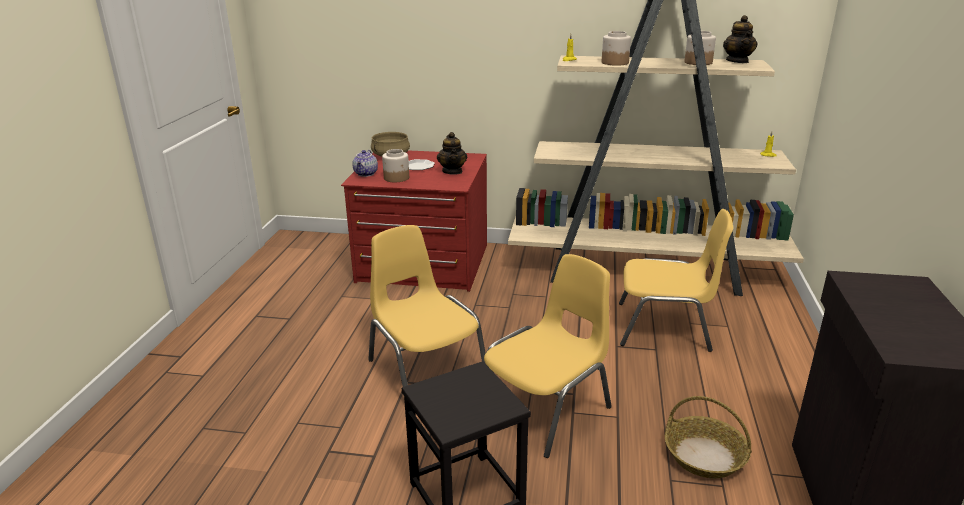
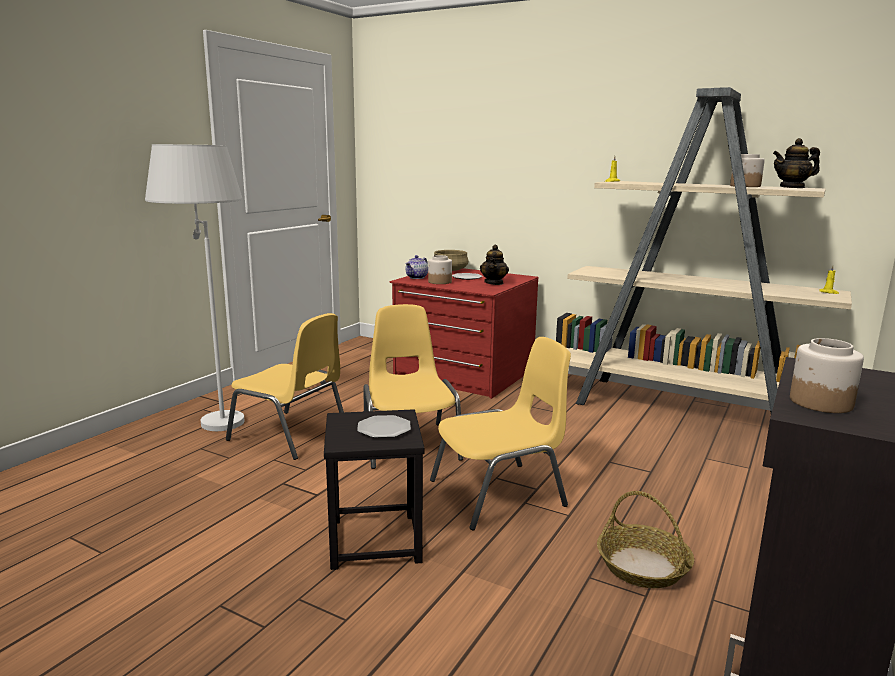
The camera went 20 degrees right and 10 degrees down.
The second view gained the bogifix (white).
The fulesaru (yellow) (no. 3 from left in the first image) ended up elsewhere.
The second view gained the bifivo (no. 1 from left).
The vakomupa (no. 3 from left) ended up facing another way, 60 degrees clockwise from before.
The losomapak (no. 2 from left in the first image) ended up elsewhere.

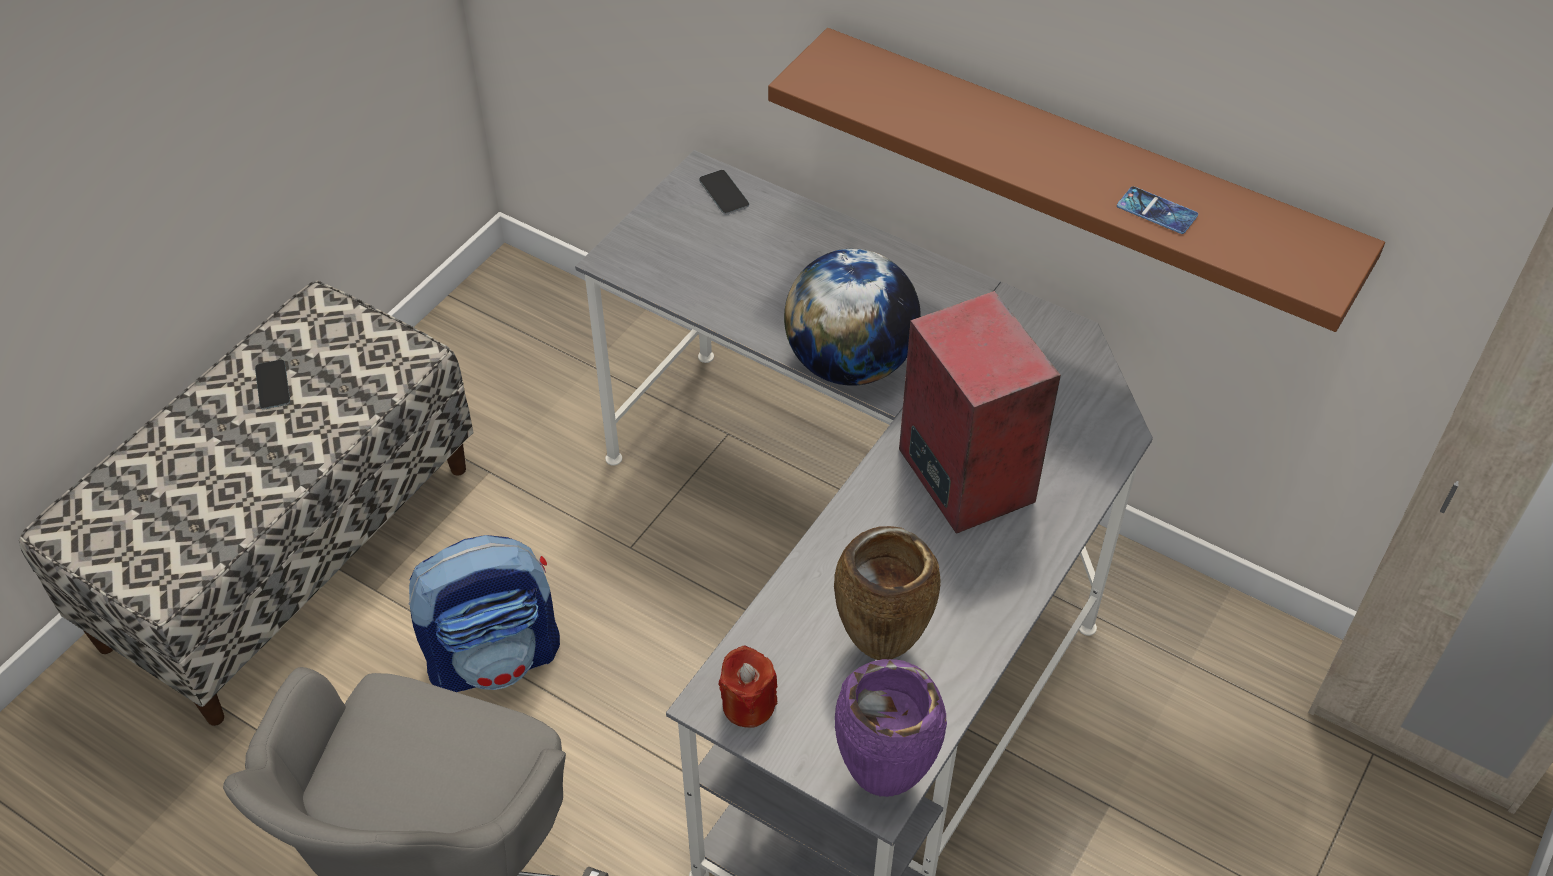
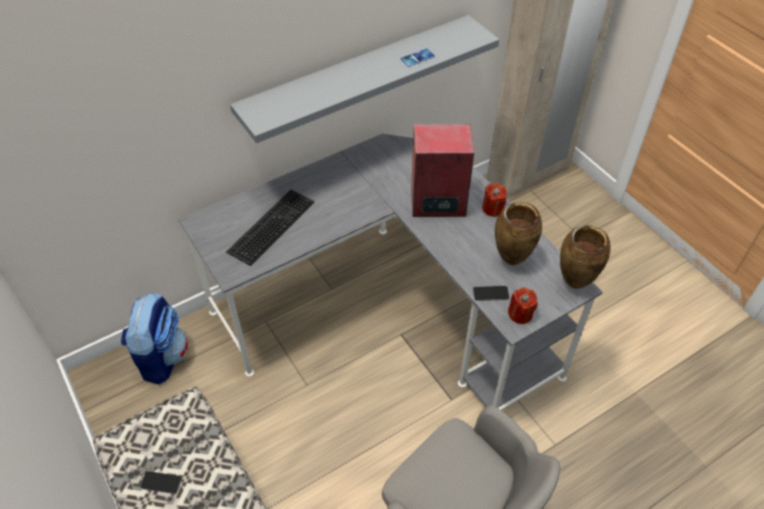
The camera went 65 degrees left and 0 degrees up.
The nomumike ended up elsewhere.
The second view gained the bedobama.
What was the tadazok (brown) turned into the tadazok (grey).
The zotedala (no. 2 from left in the first image) ended up elsewhere.
The second view gained the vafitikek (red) (no. 1 from left).
What was the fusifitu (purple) turned into the fusifitu (brown) (no. 2 from left).
The second view lost the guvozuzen.

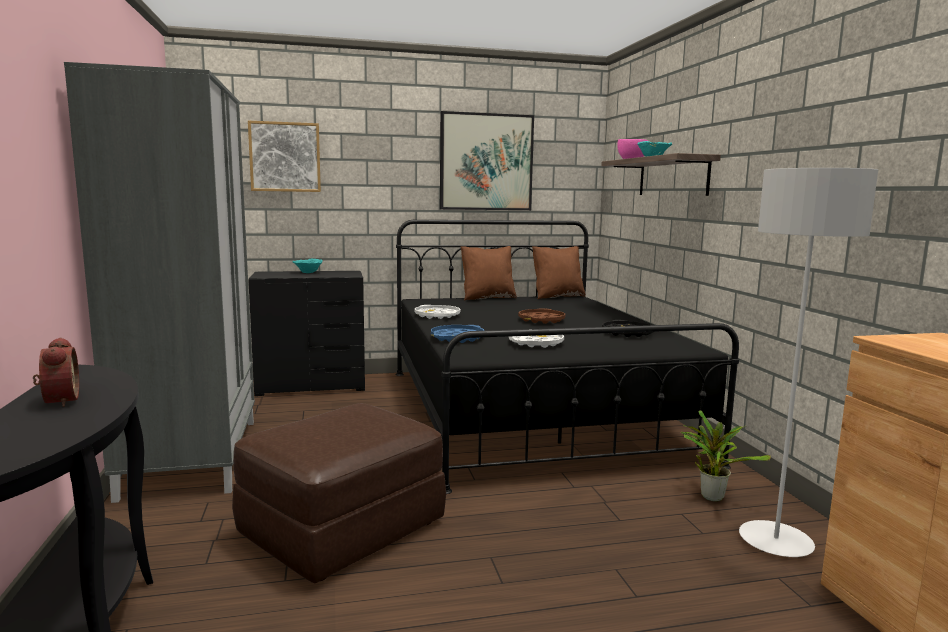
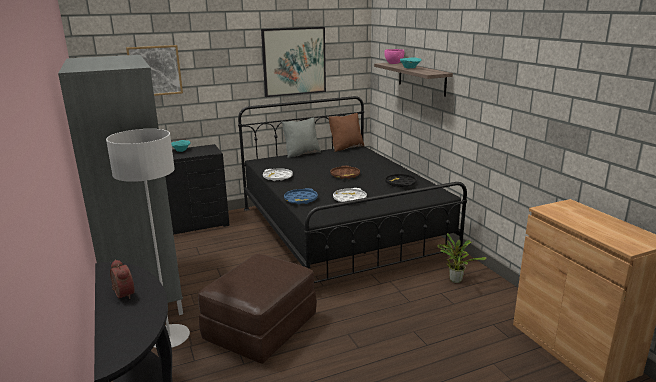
The camera went 10 degrees left and 10 degrees up.
The bogifix (grey) ended up elsewhere.
What was the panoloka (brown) (no. 1 from left) turned into the panoloka (grey).

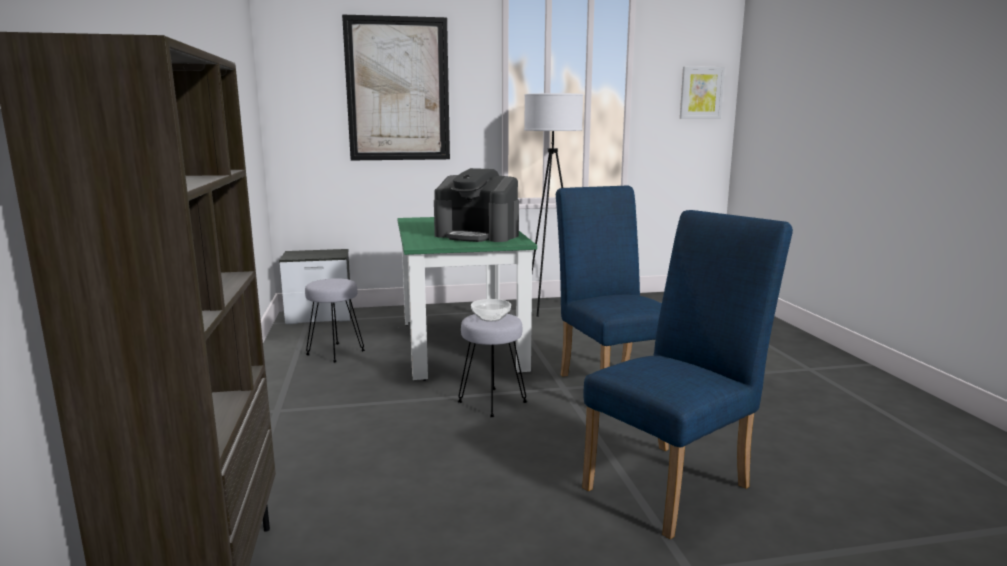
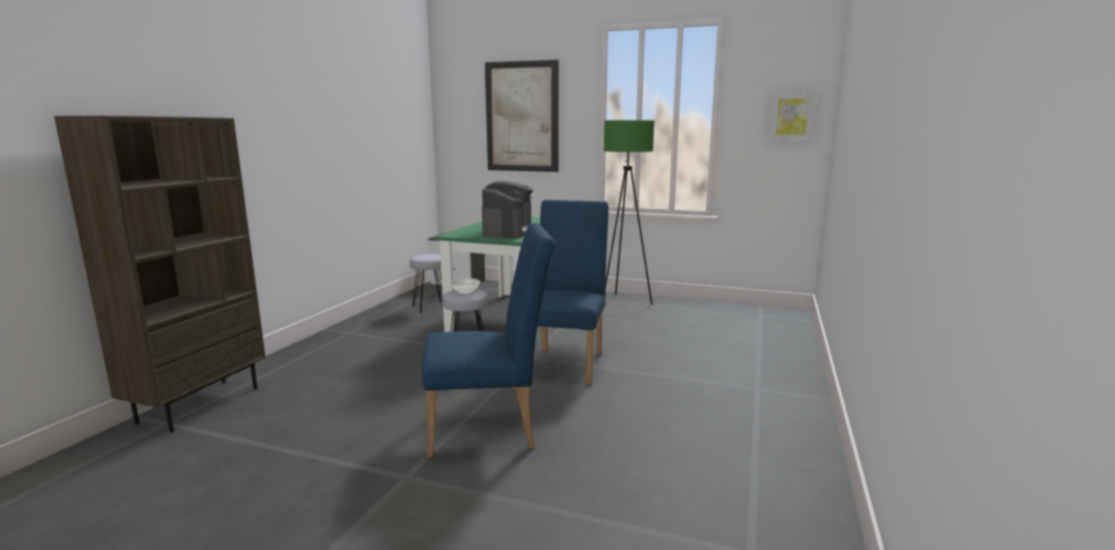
The camera went 30 degrees right and 0 degrees up.
The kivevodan ended up facing another way, 135 degrees counterclockwise from before.
What was the bogifix (white) turned into the bogifix (green).

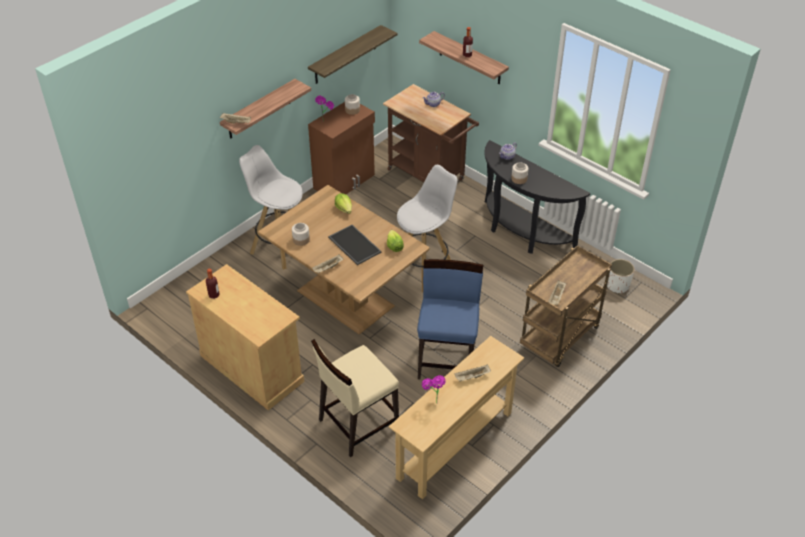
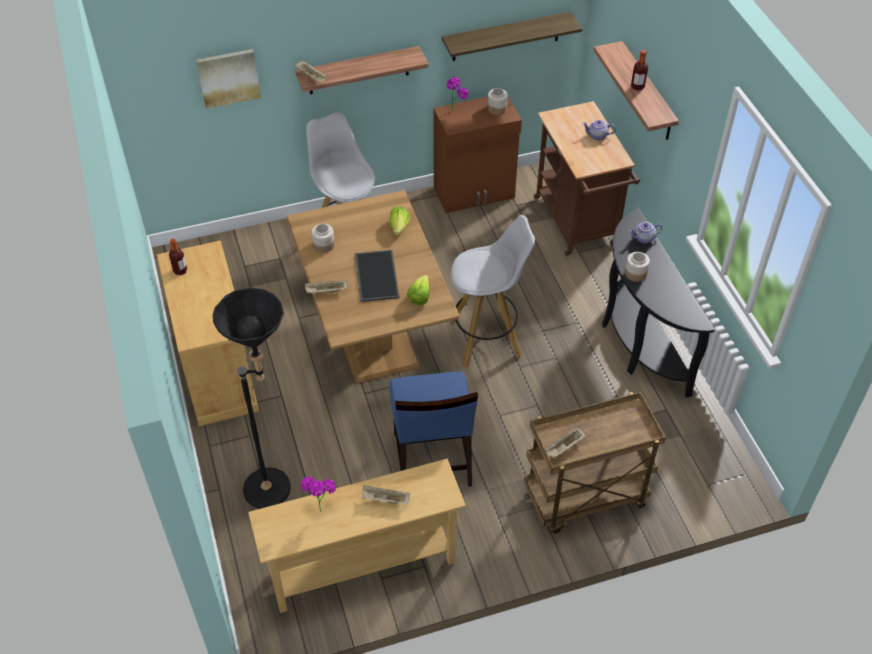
The camera went 30 degrees right and 5 degrees up.
The second view gained the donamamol.
Where the fulesaru (beige) stood, the bogifix (black) came to stand.
The fulesaru (blue) ended up facing another way, 135 degrees clockwise from before.
The second view lost the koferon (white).

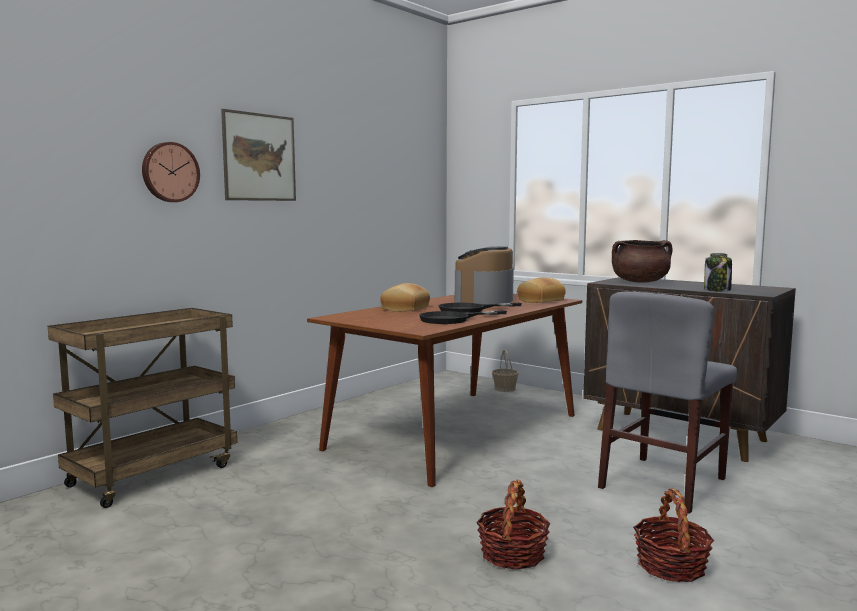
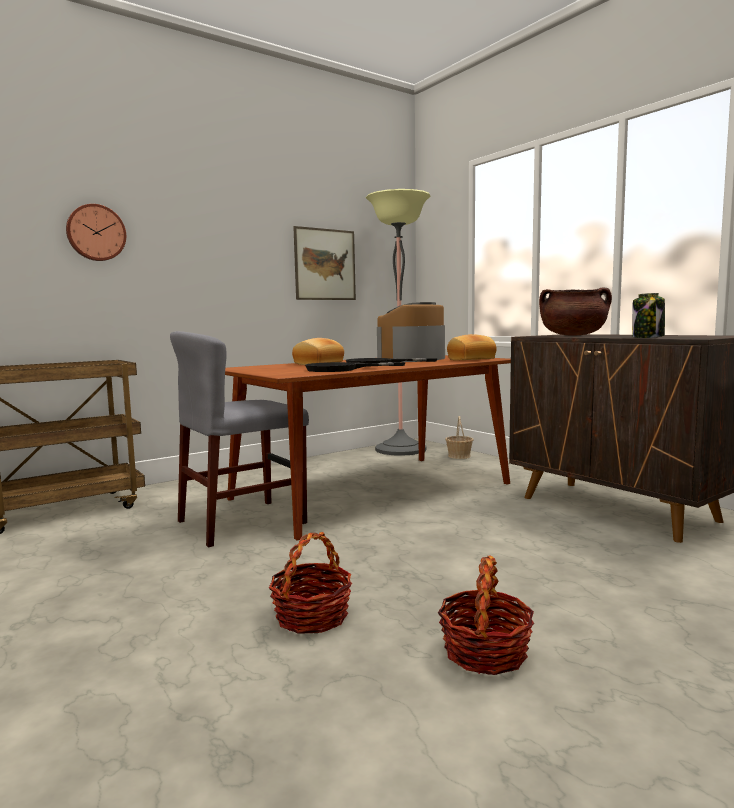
The camera went 15 degrees right and 0 degrees up.
The fulesaru (grey) ended up elsewhere.
The donamamol ended up elsewhere.
The second view gained the bogifix.

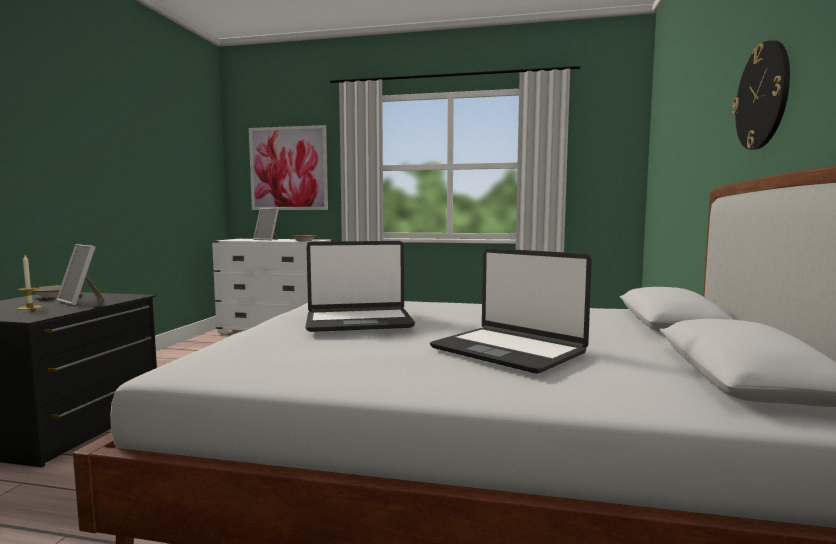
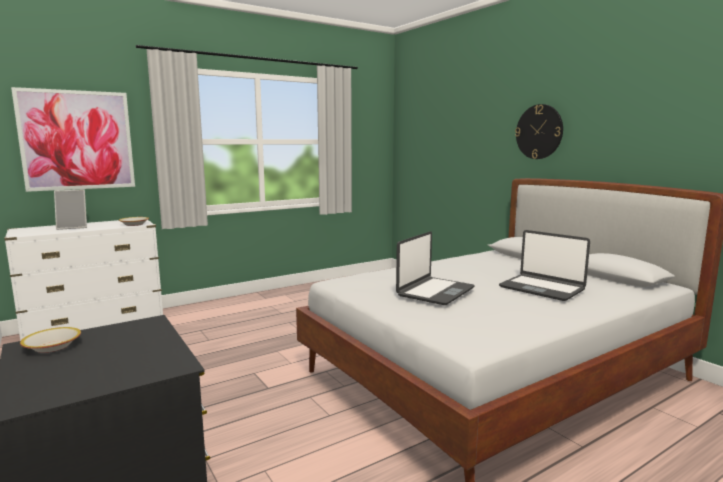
The camera went 45 degrees left and 5 degrees up.
The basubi (no. 2 from left) ended up facing another way, 45 degrees clockwise from before.
The second view lost the vafitikek.
The second view lost the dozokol (no. 1 from left).

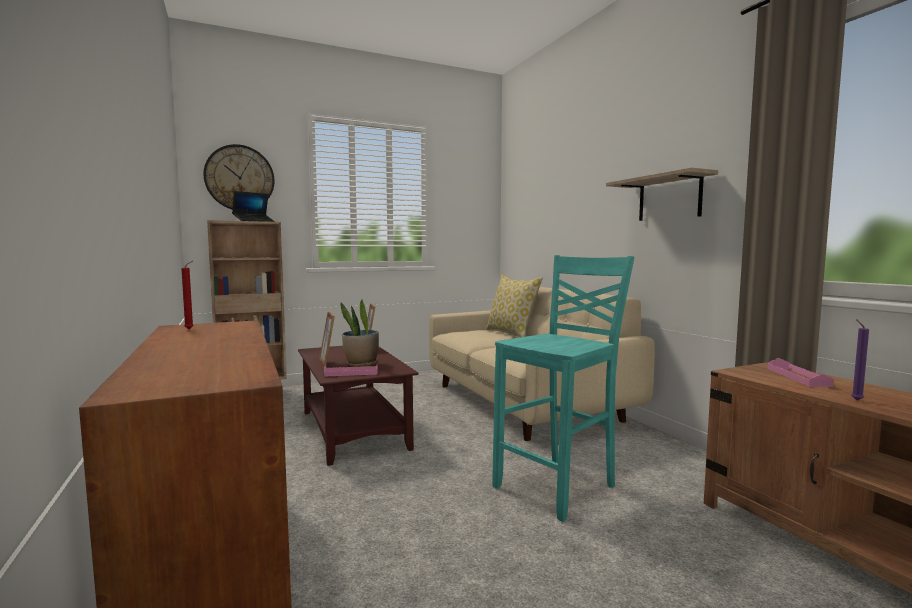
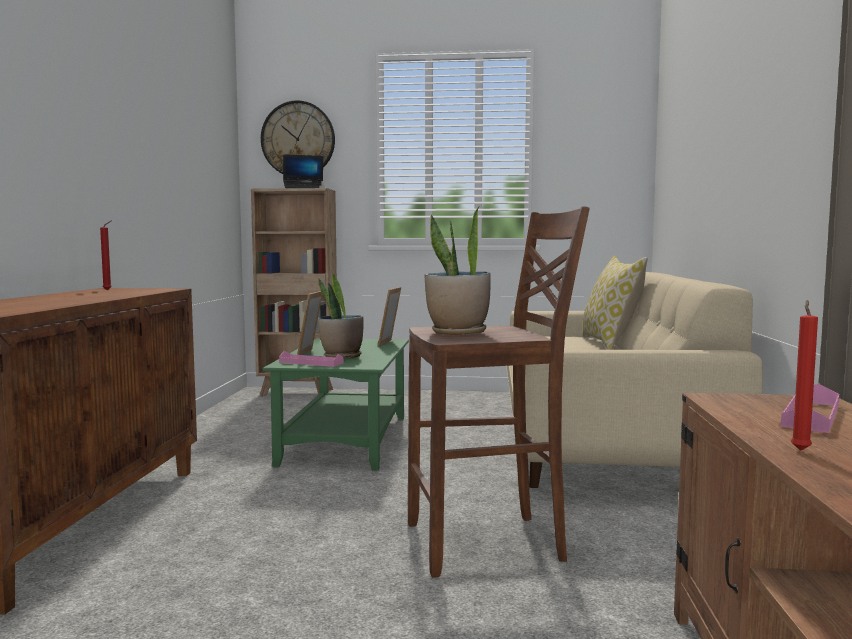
The camera went 30 degrees right and 0 degrees up.
What was the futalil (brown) turned into the futalil (green).
What was the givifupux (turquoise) turned into the givifupux (brown).
The second view gained the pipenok (no. 2 from left).
What was the vafitikek (purple) turned into the vafitikek (red) (no. 2 from left).
The second view lost the tadazok.

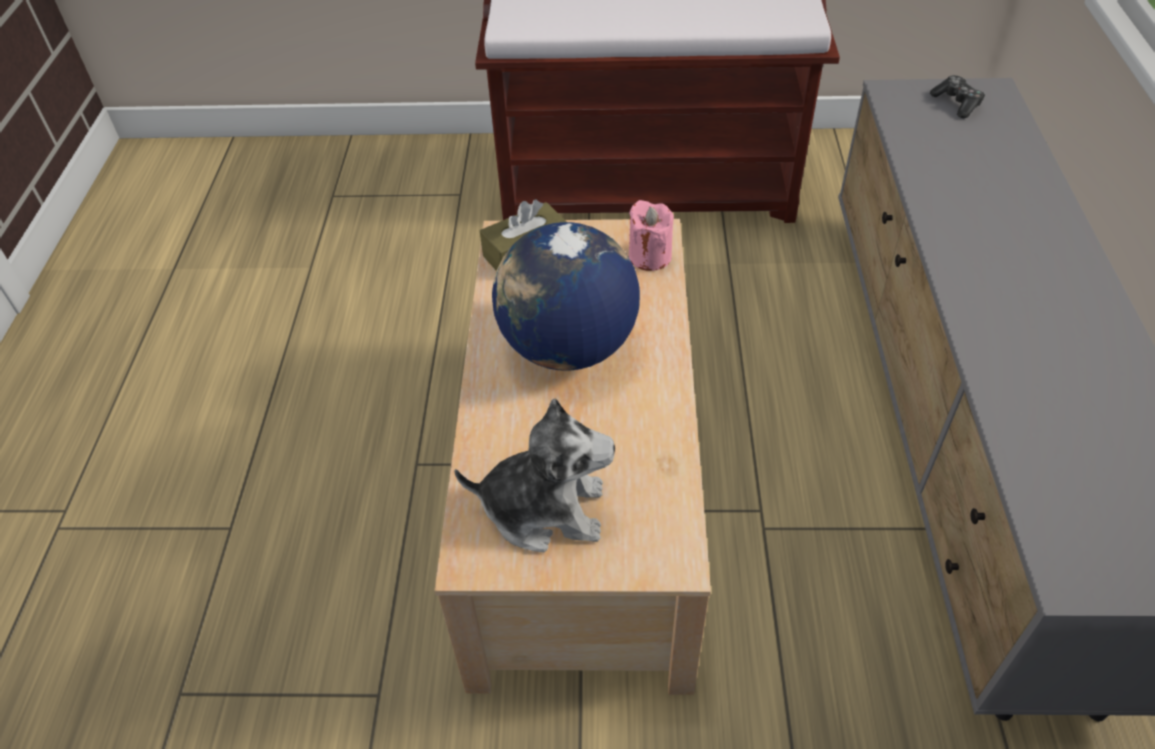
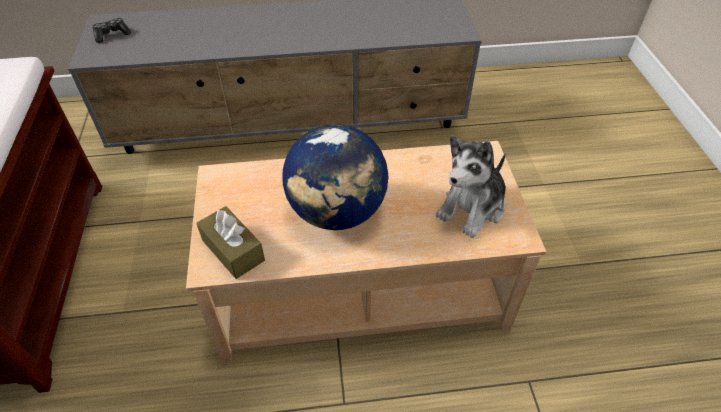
The camera went 100 degrees left and 0 degrees up.
The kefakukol ended up facing another way, 135 degrees counterclockwise from before.
The second view lost the vafitikek (pink).

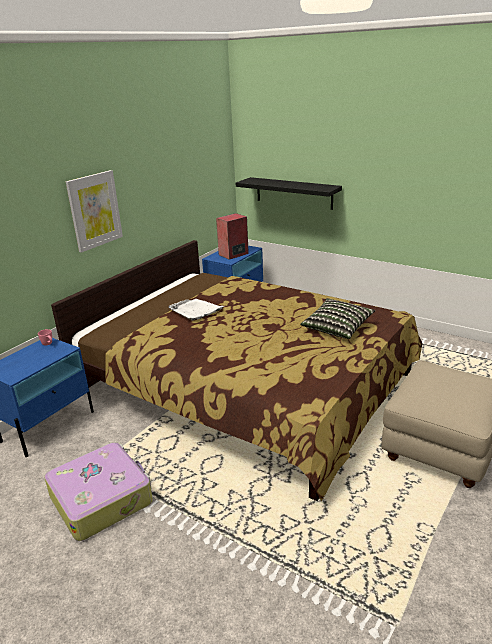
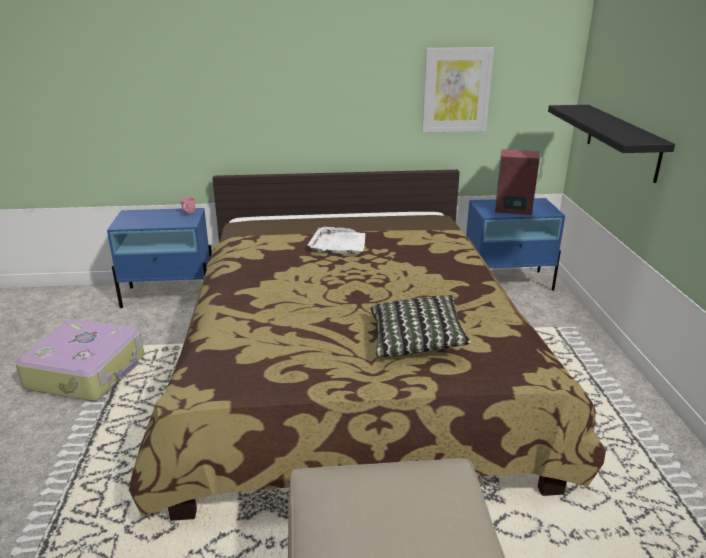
The camera went 50 degrees right and 0 degrees up.
The donamamol ended up elsewhere.

